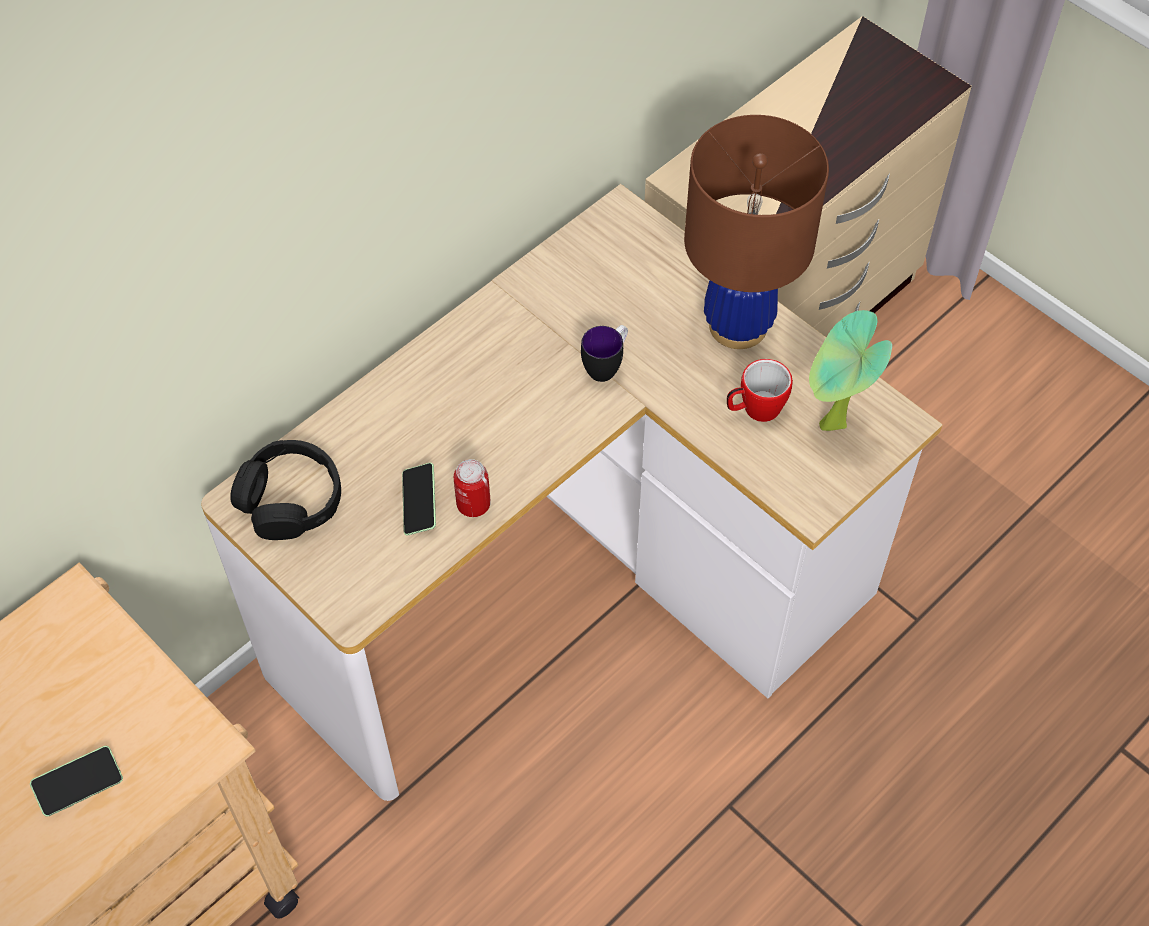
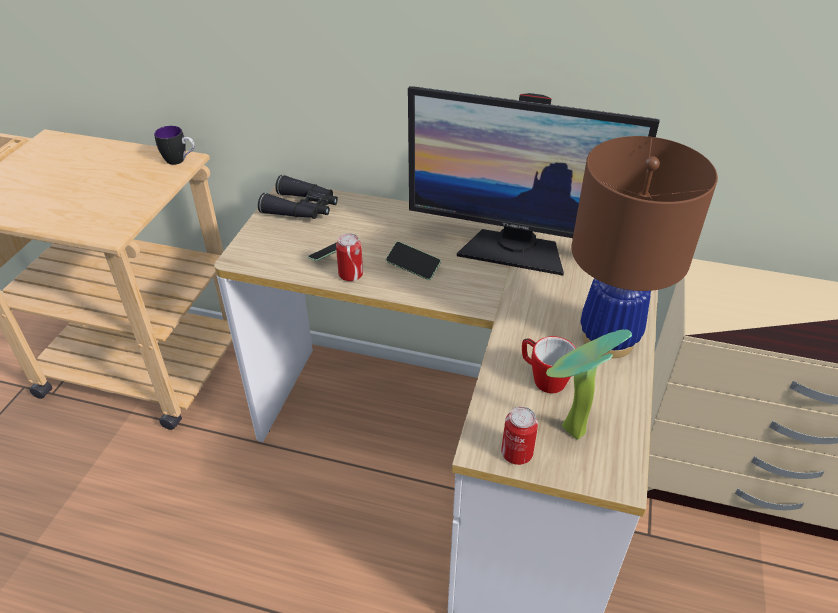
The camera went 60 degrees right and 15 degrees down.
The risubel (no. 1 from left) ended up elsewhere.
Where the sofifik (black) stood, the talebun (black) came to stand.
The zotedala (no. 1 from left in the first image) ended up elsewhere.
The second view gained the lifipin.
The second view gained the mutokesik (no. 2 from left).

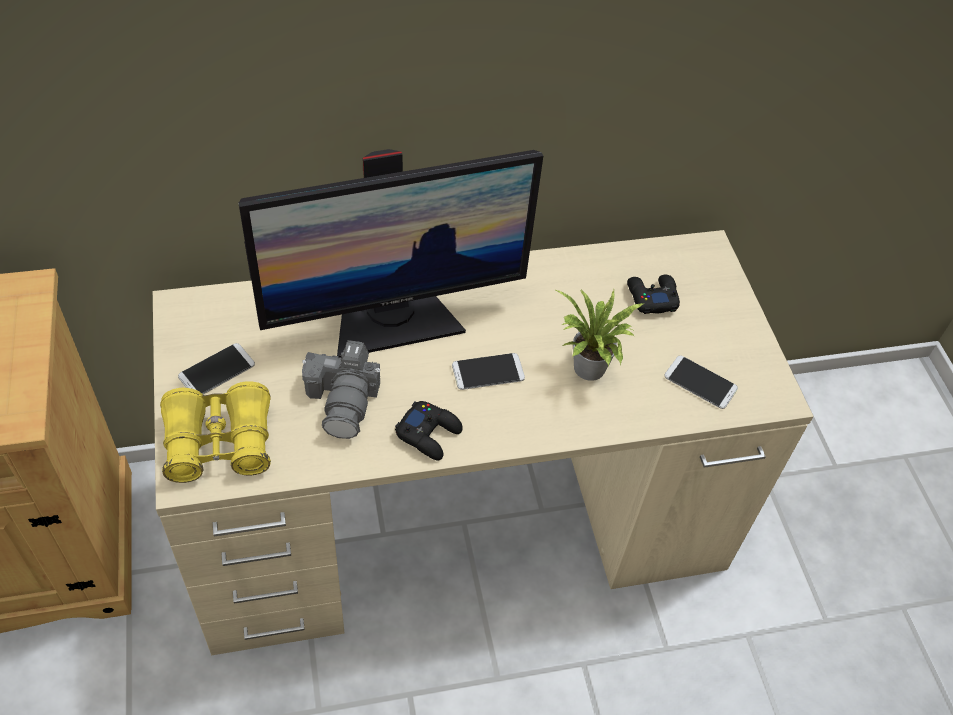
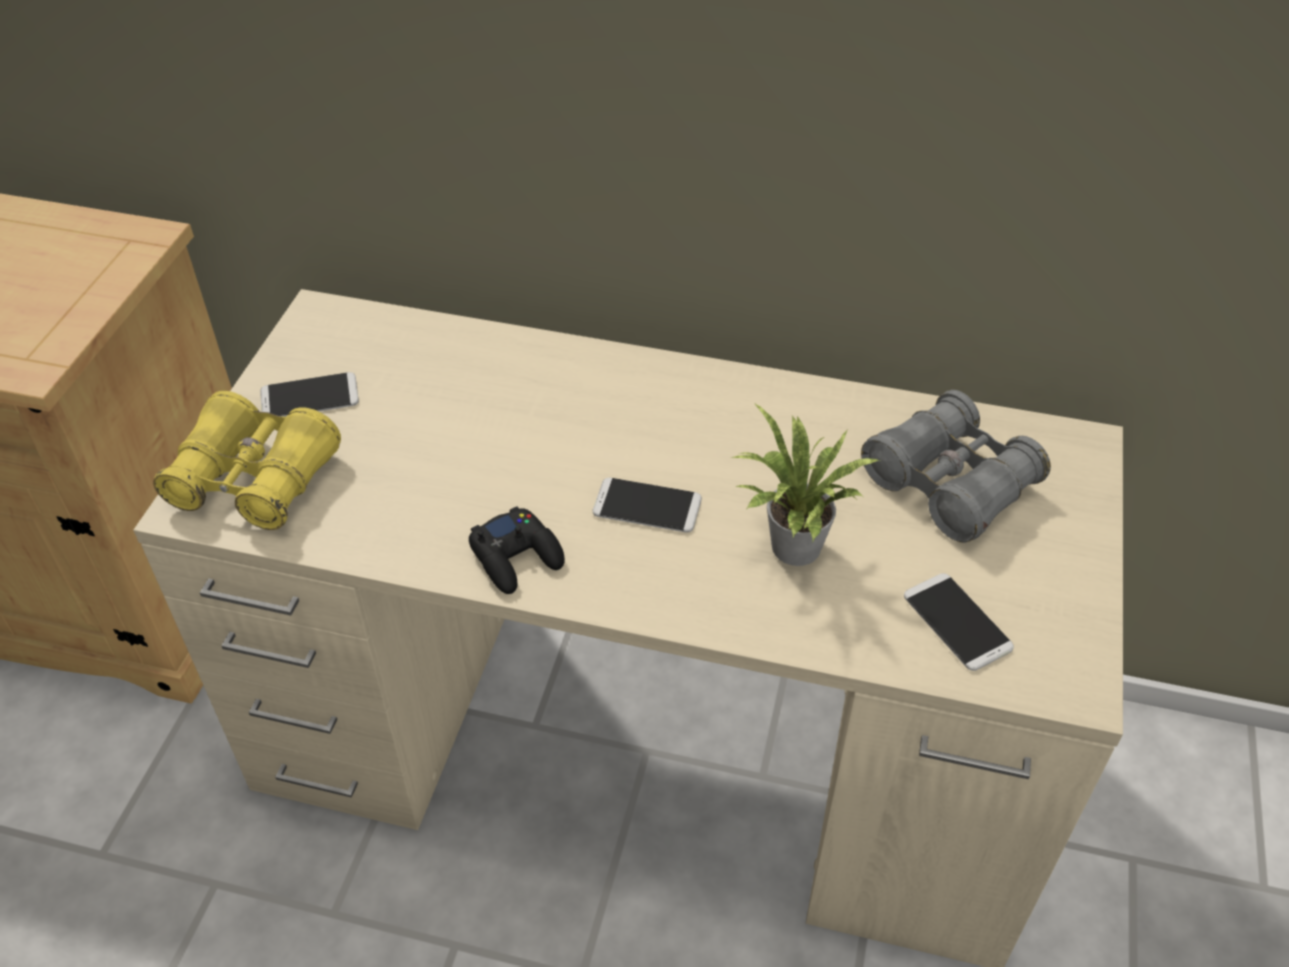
The camera went 30 degrees right and 5 degrees down.
Where the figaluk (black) (no. 2 from left) stood, the talebun (grey) came to stand.
The second view lost the lifipin.
The second view lost the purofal.

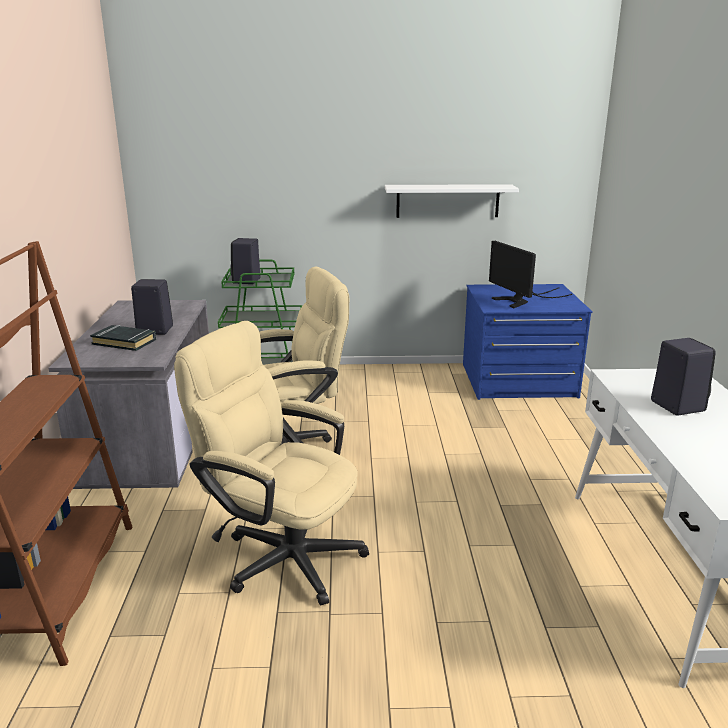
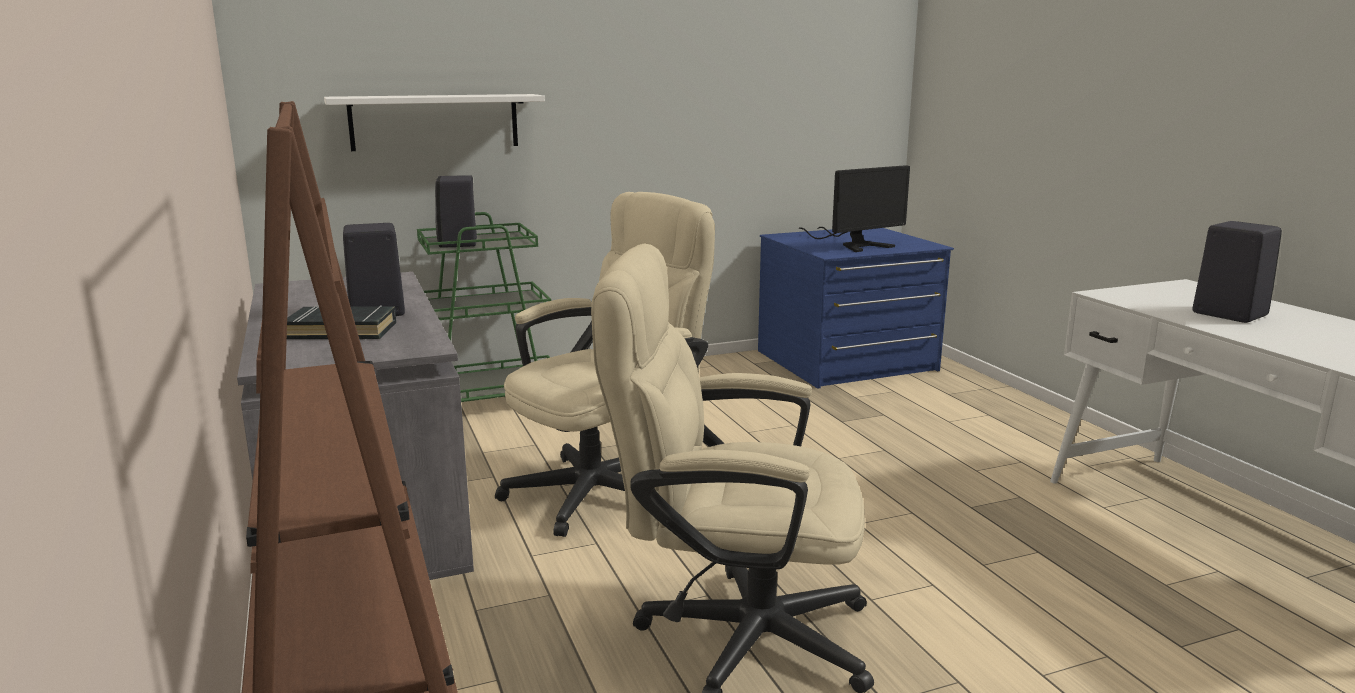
The camera went 20 degrees left and 5 degrees down.
The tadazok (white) ended up elsewhere.
The lifipin ended up facing another way, 75 degrees counterclockwise from before.

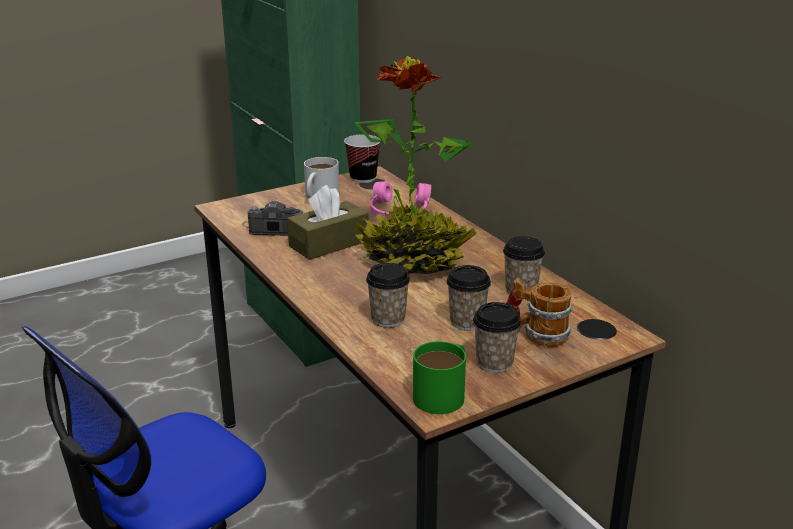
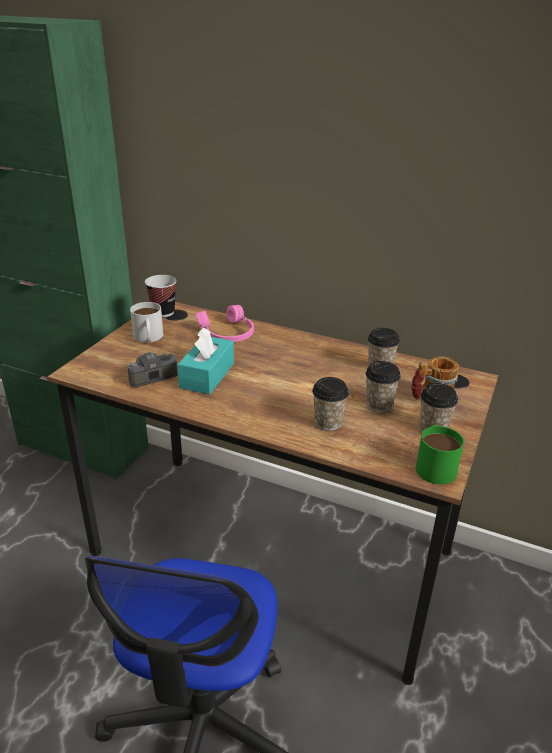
The camera went 35 degrees left and 5 degrees up.
What was the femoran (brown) turned into the femoran (turquoise).
The second view lost the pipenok.

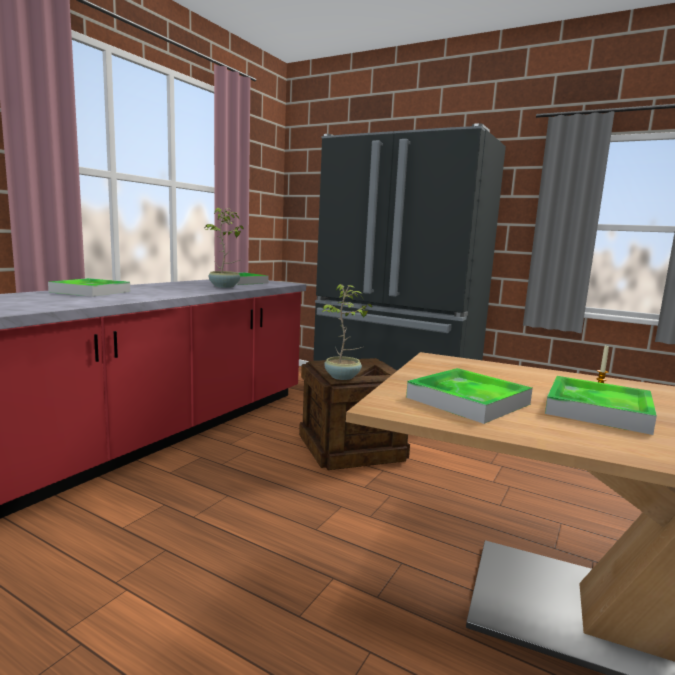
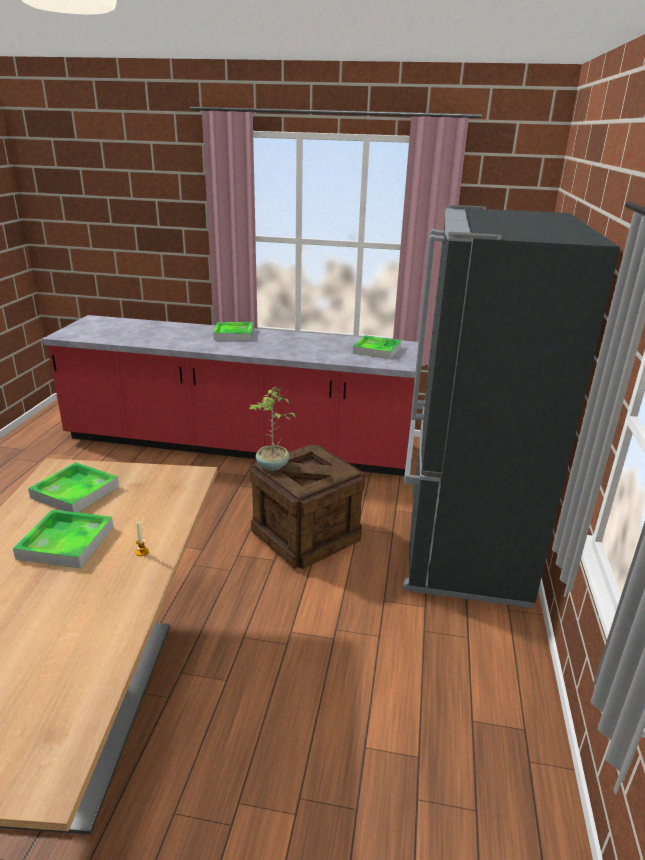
The camera went 70 degrees right and 15 degrees up.
The second view lost the pipenok (no. 1 from left).

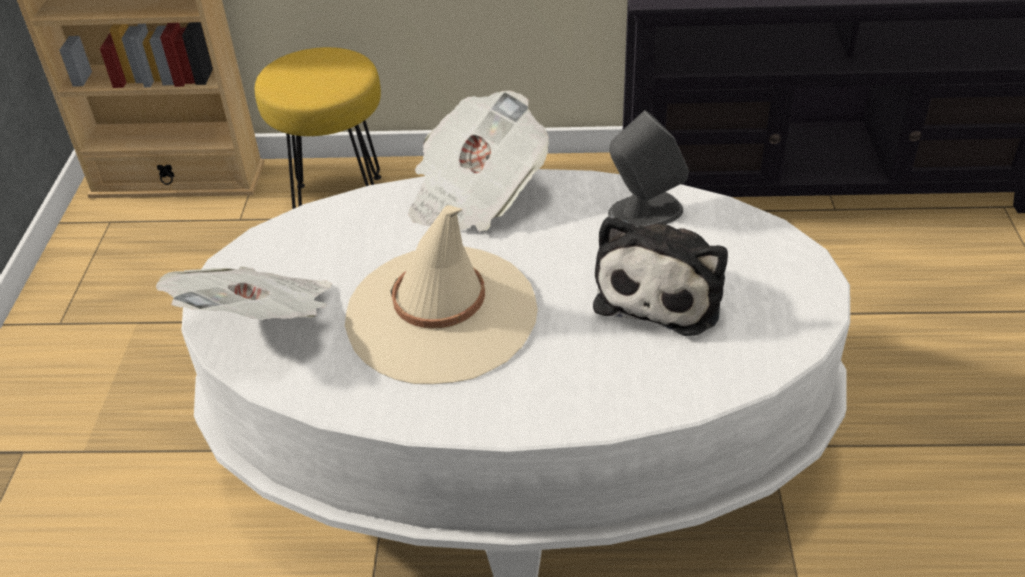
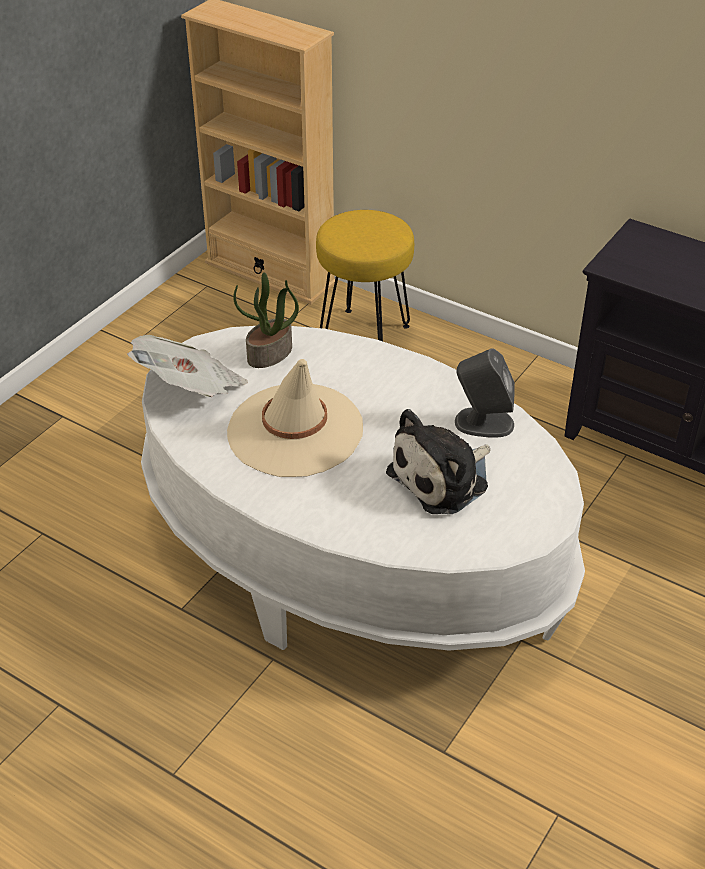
The camera went 30 degrees right and 0 degrees up.
The second view gained the pipenok.
The second view lost the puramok (no. 2 from left).

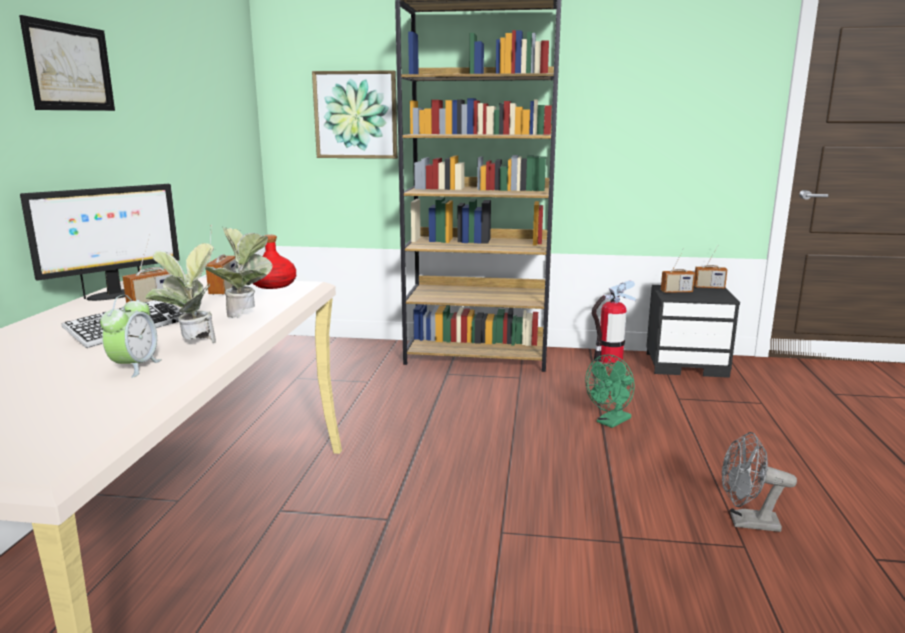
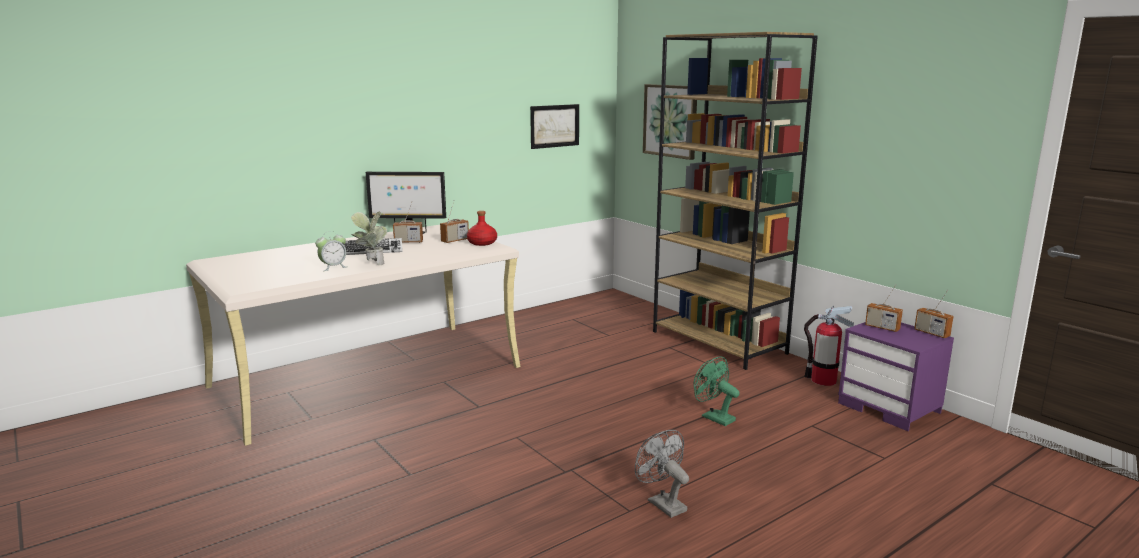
The camera went 45 degrees right and 0 degrees up.
The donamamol (no. 1 from left) ended up elsewhere.
The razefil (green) ended up facing another way, 45 degrees clockwise from before.
What was the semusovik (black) turned into the semusovik (purple).
The second view lost the pipenok (no. 2 from left).

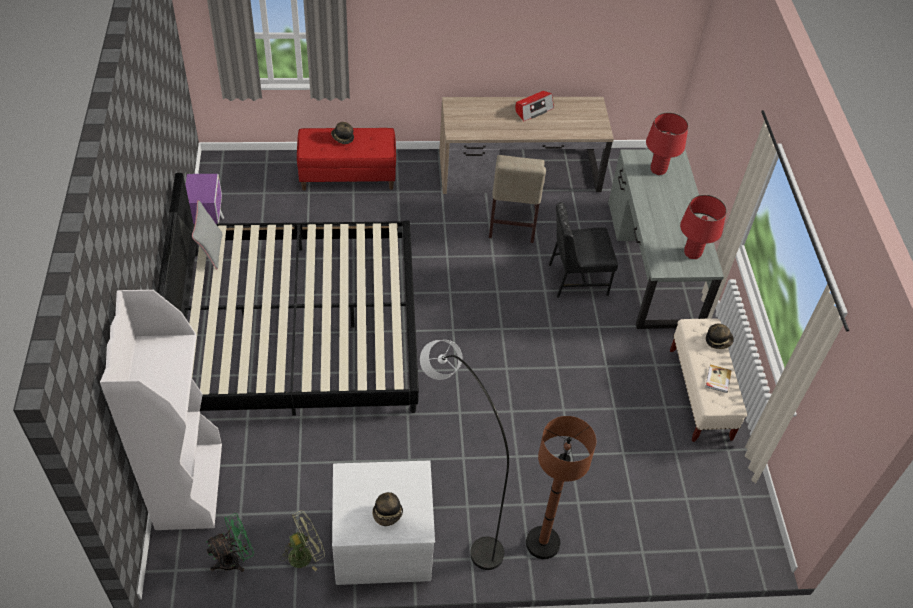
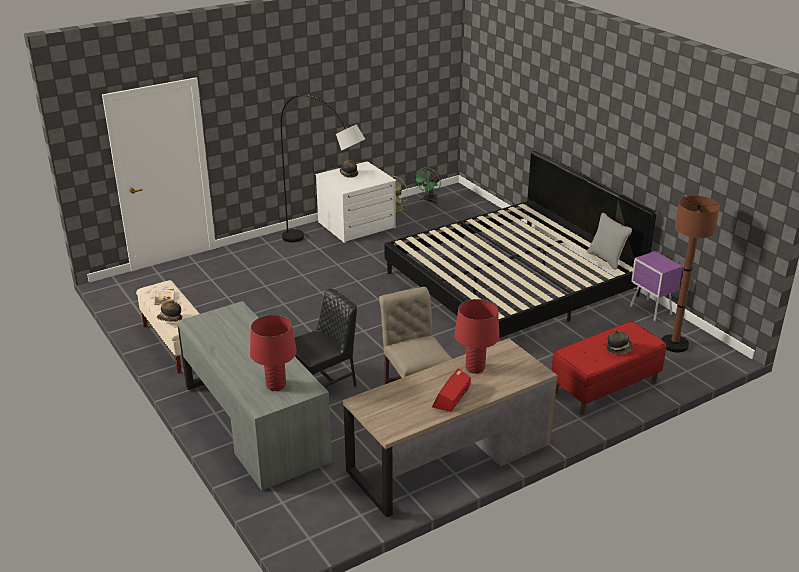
The camera went 155 degrees right and 20 degrees down.
The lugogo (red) (no. 2 from left) ended up elsewhere.
The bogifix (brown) ended up elsewhere.
The second view lost the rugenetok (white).

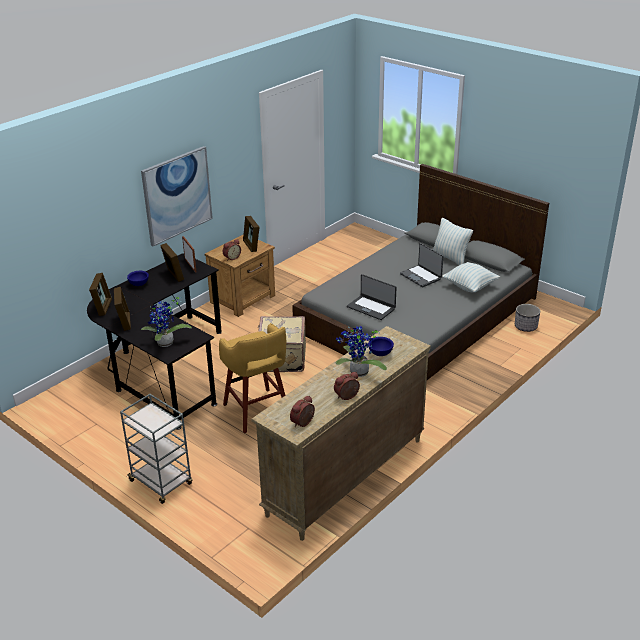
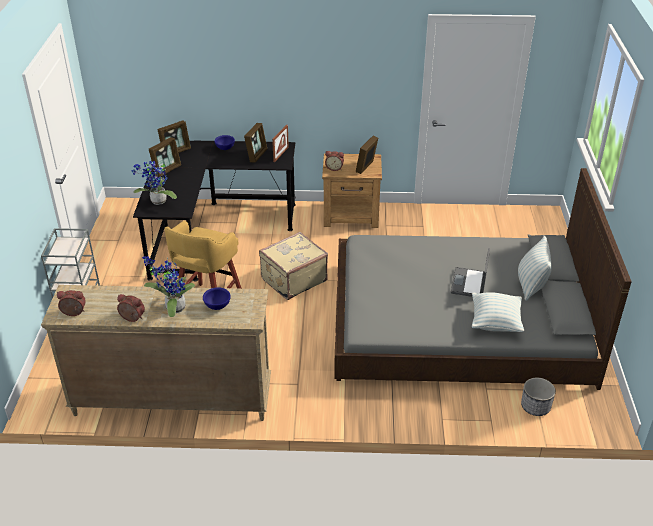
The camera went 50 degrees right and 5 degrees up.
The second view lost the donamamol.
The second view lost the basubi (no. 1 from left).

